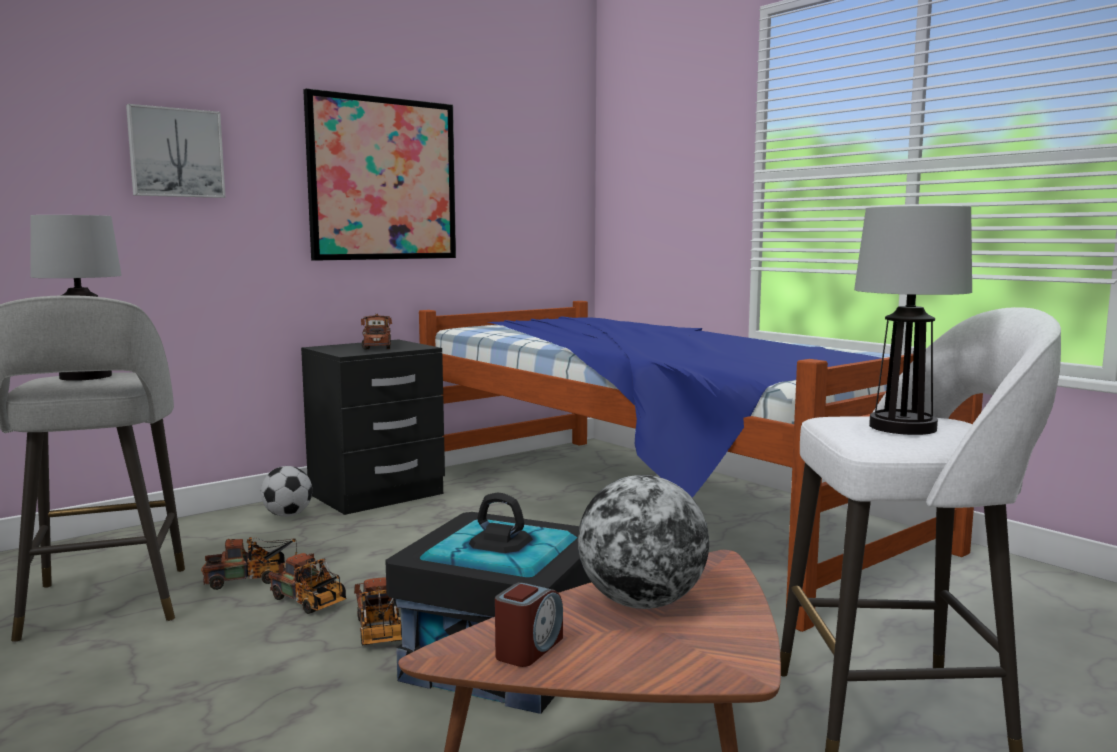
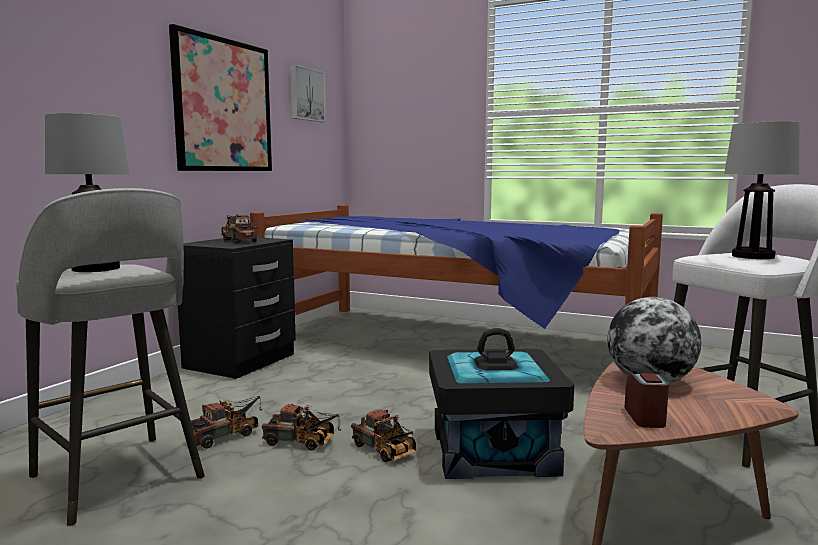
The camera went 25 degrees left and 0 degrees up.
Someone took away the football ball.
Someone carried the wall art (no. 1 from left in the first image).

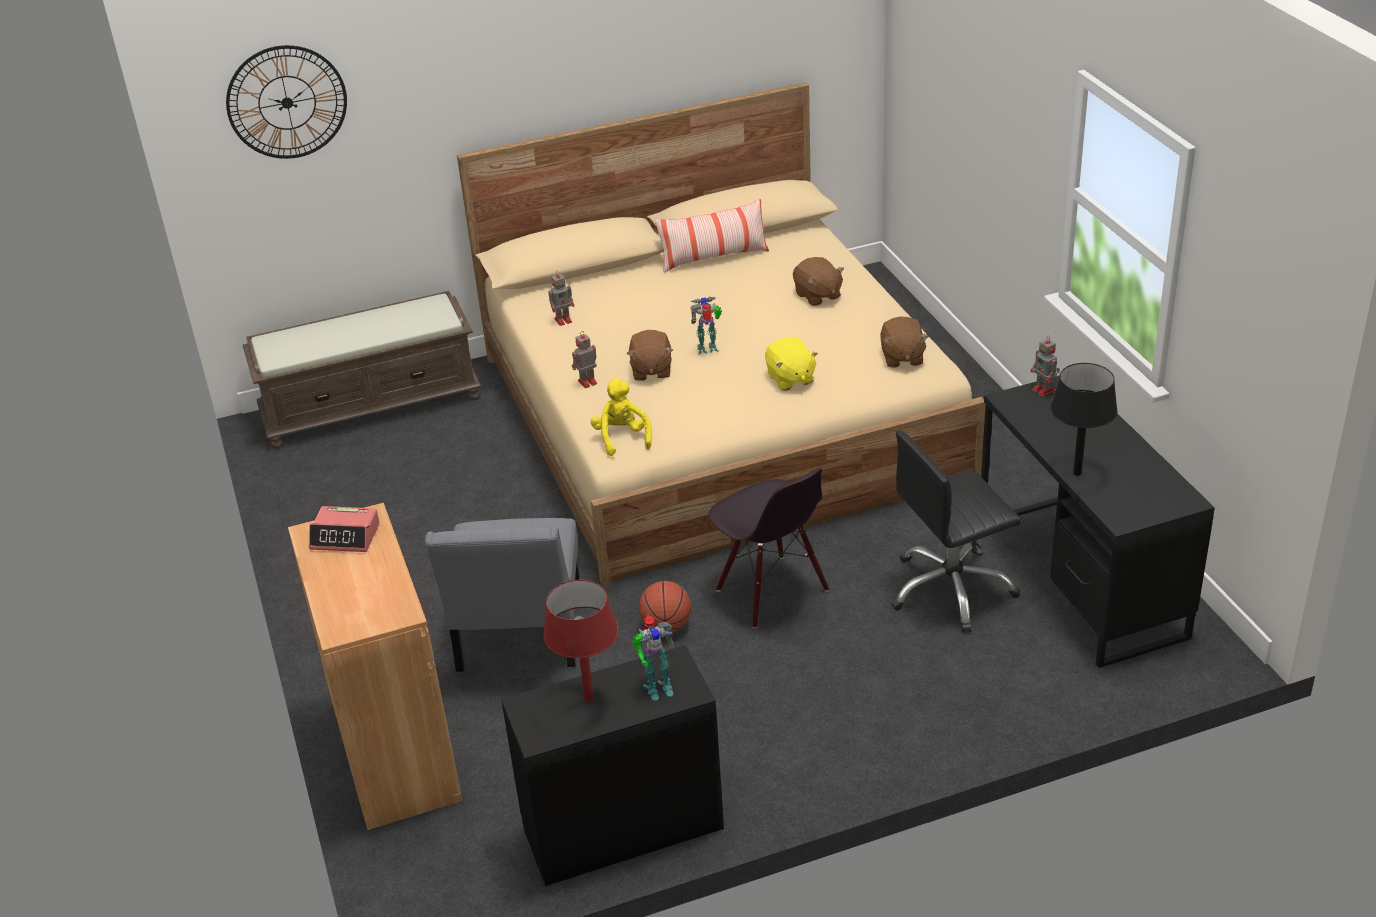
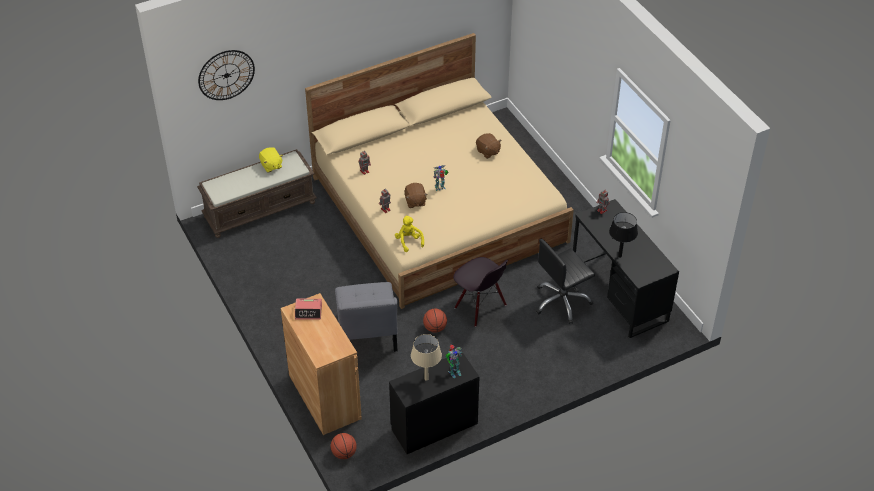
The camera went 10 degrees left and 10 degrees up.
Someone took away the cushion.
Someone took away the brownish soft toy (no. 3 from left).
Someone put down the basketball ball (no. 1 from left).
Someone carried the yellow-coloured soft toy (no. 2 from left in the first image).
Someone repainted the reddish lamp for a table, which became the beige-coloured lamp for a table.

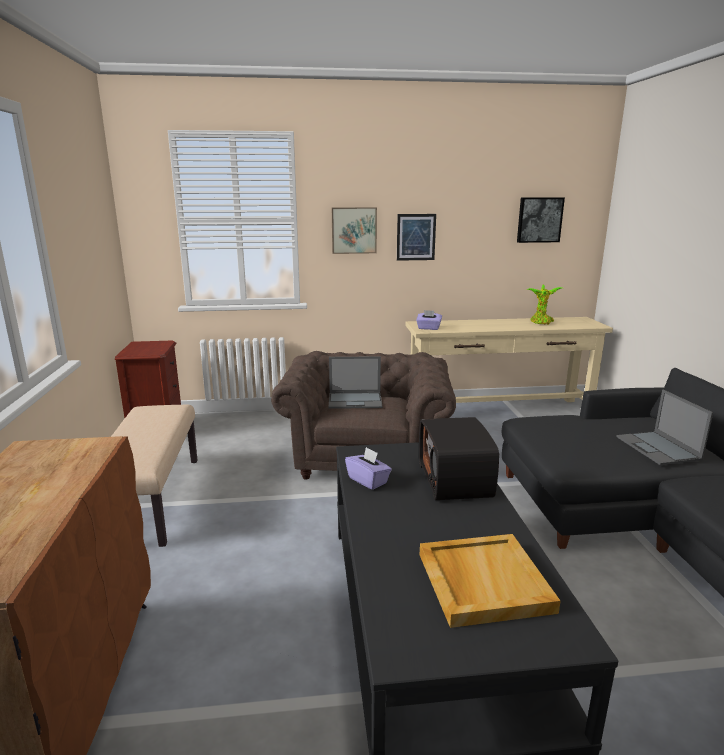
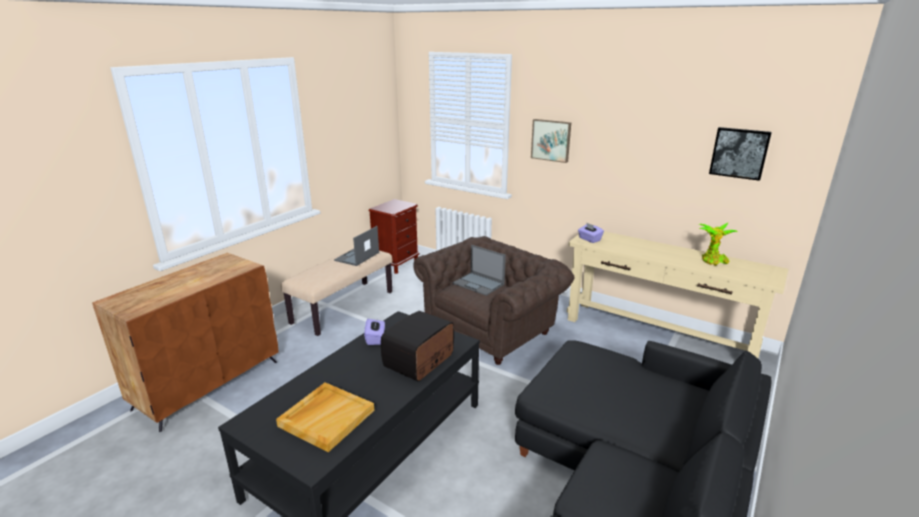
The camera went 40 degrees right and 5 degrees up.
Someone took away the wall art (no. 2 from left).
Someone carried the notebook computer (no. 2 from left in the first image).

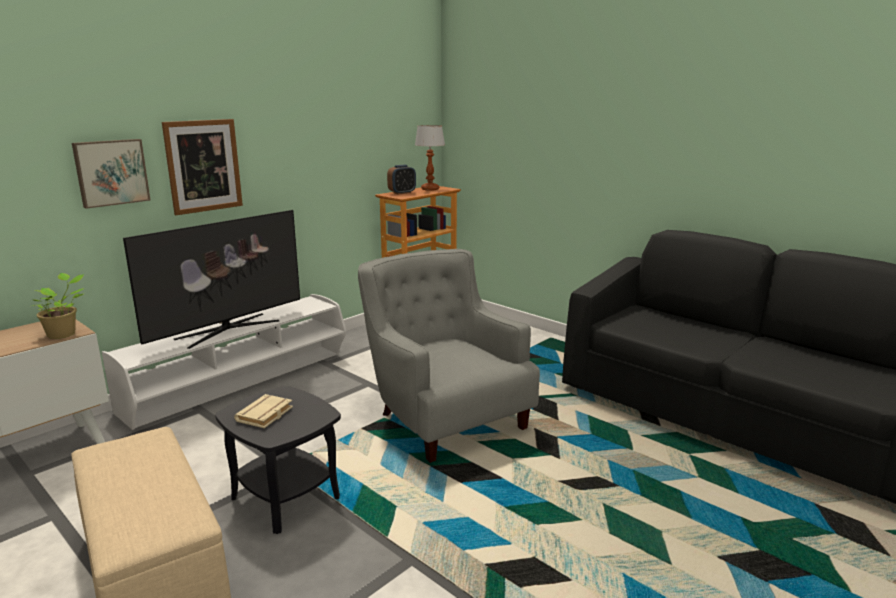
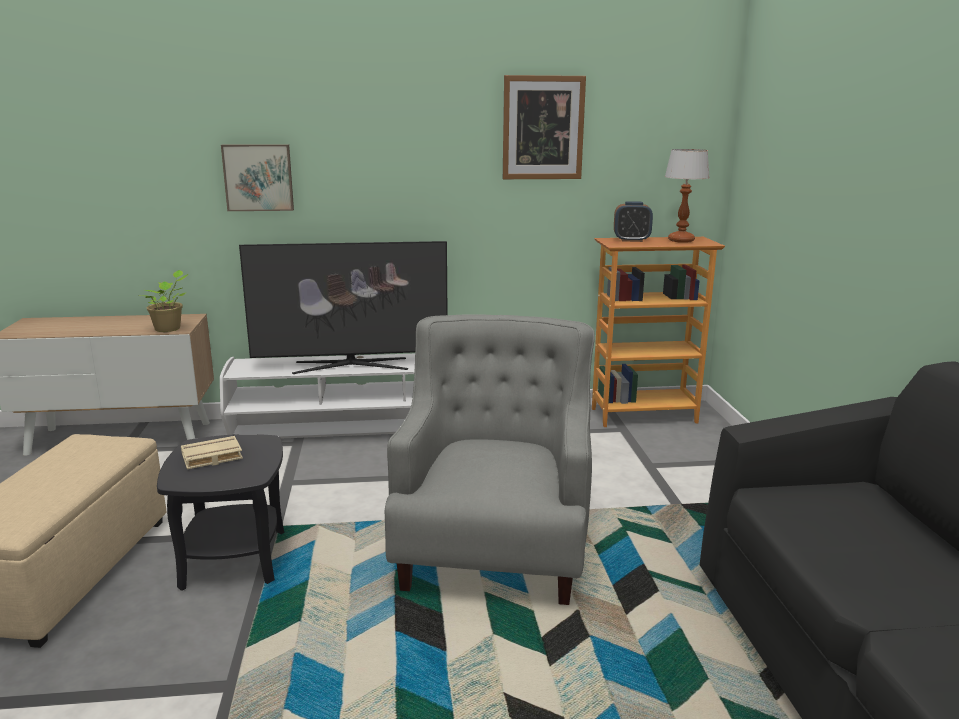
The camera went 40 degrees right and 0 degrees up.
Someone carried the wall art (no. 2 from left).

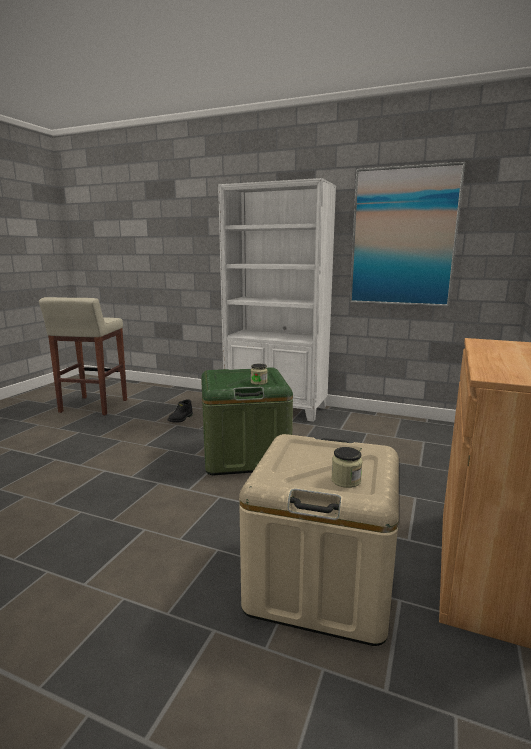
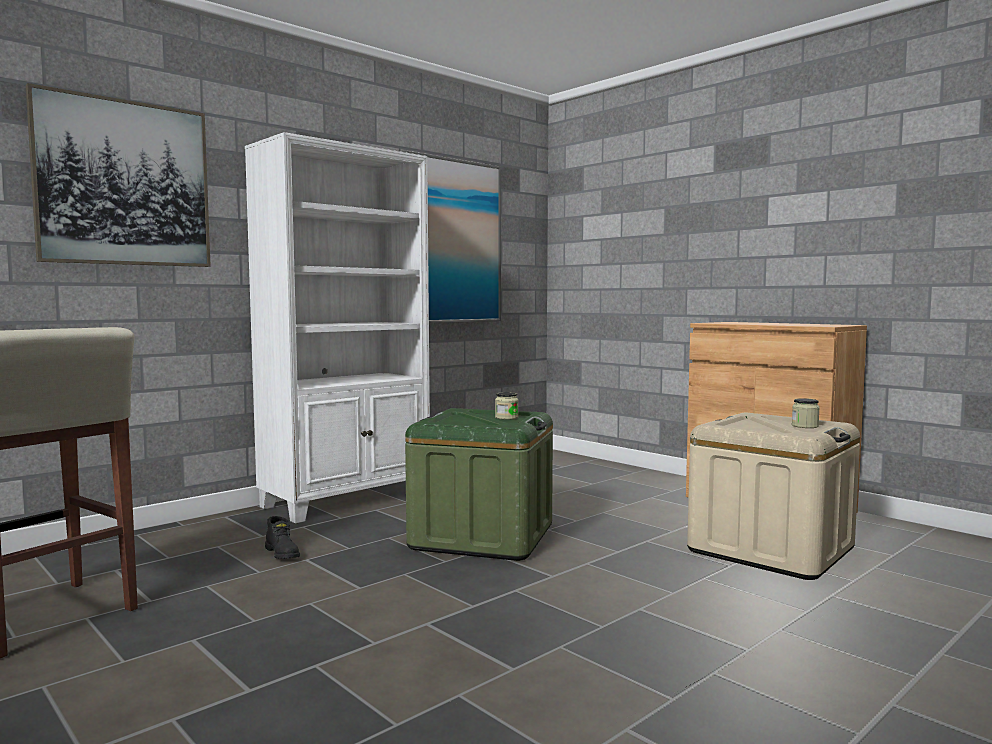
The camera went 65 degrees left and 10 degrees down.
Someone put up the wall art (no. 1 from left).

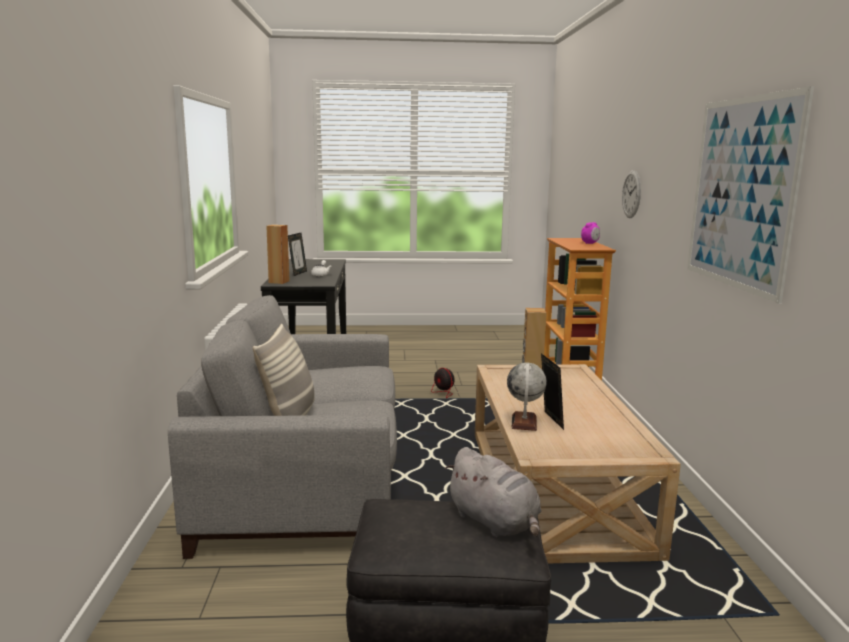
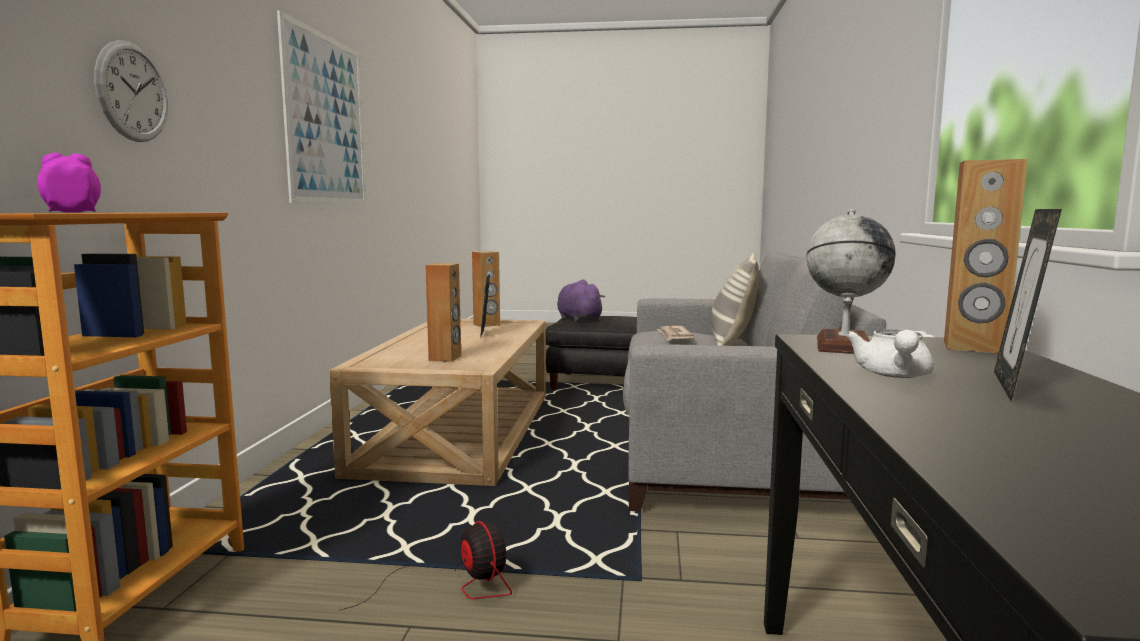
The camera went 170 degrees left and 5 degrees down.
Someone put down the brownish loudspeaker (no. 2 from left).
Someone put down the printed paper.
Someone carried the desk globe.
Someone repainted the grey soft toy, which became the purplish soft toy.

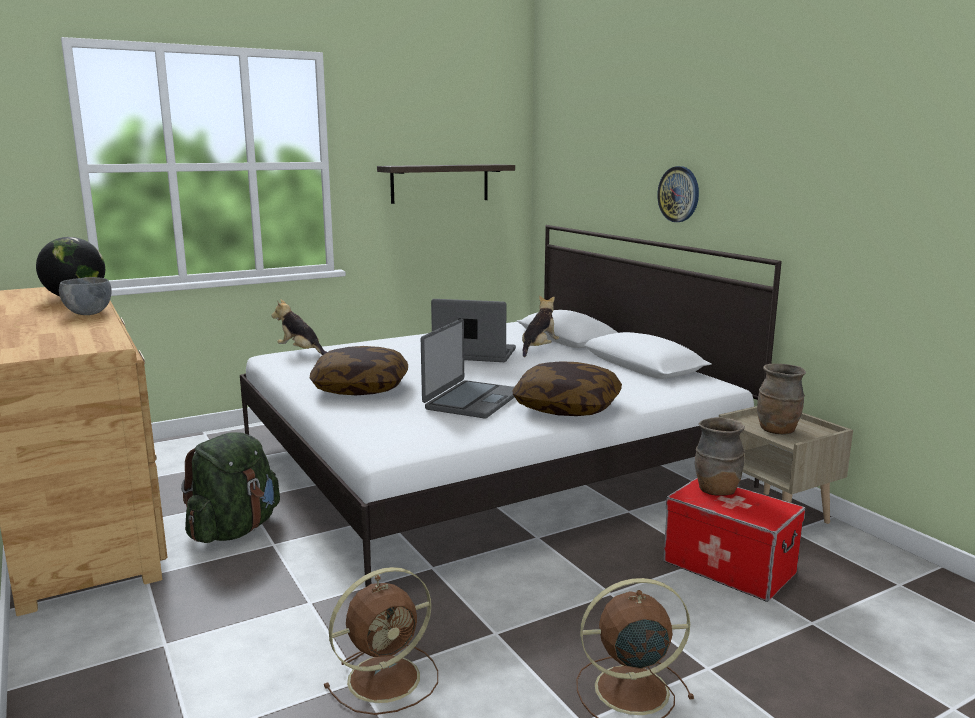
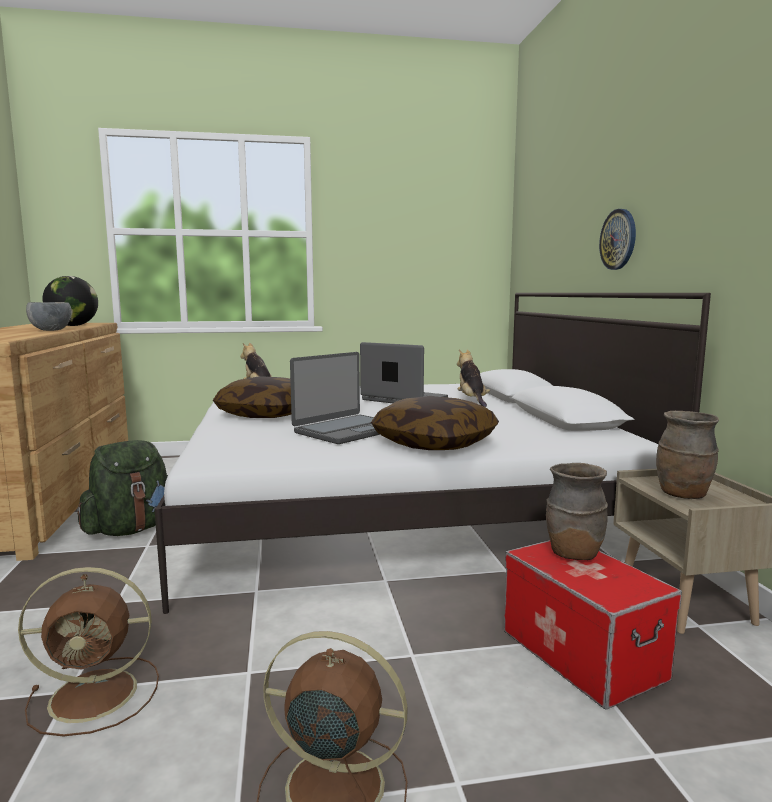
The camera went 20 degrees right and 5 degrees down.
Someone took away the bracket shelf.
Someone rotated the soft toy (no. 2 from left) by 60 degrees counterclockwise.

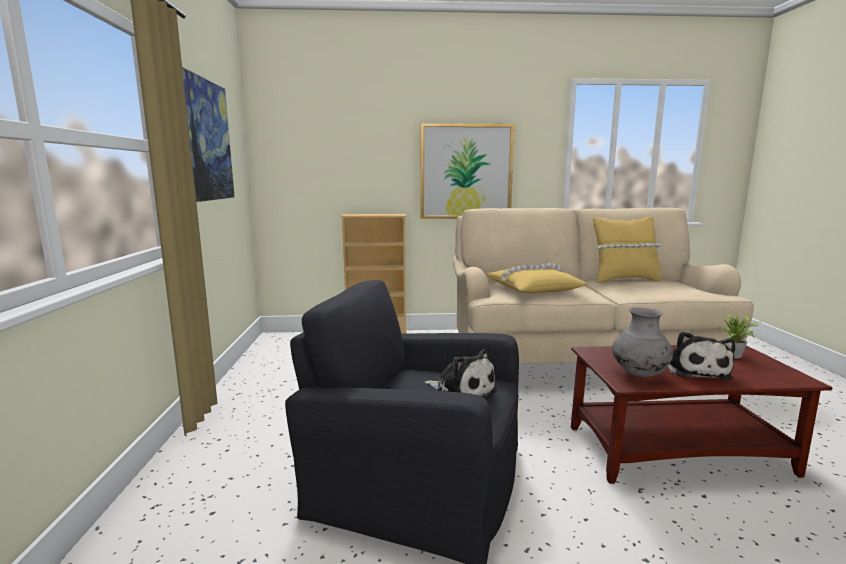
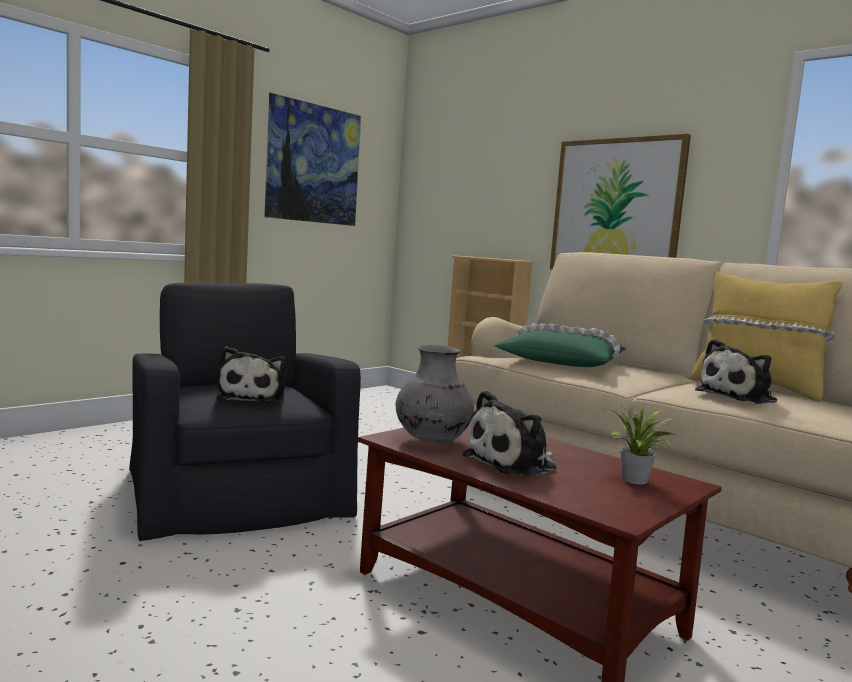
The camera went 45 degrees right and 5 degrees down.
Someone put down the soft toy (no. 3 from left).
Someone repainted the yellow-coloured cushion (no. 1 from left), which became the green-coloured cushion.

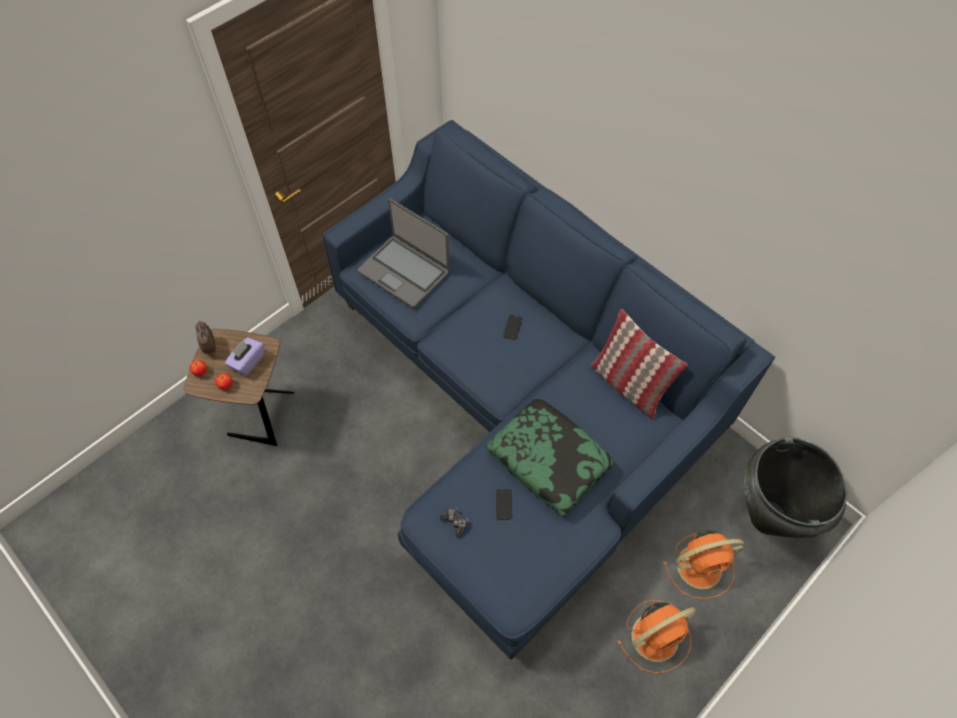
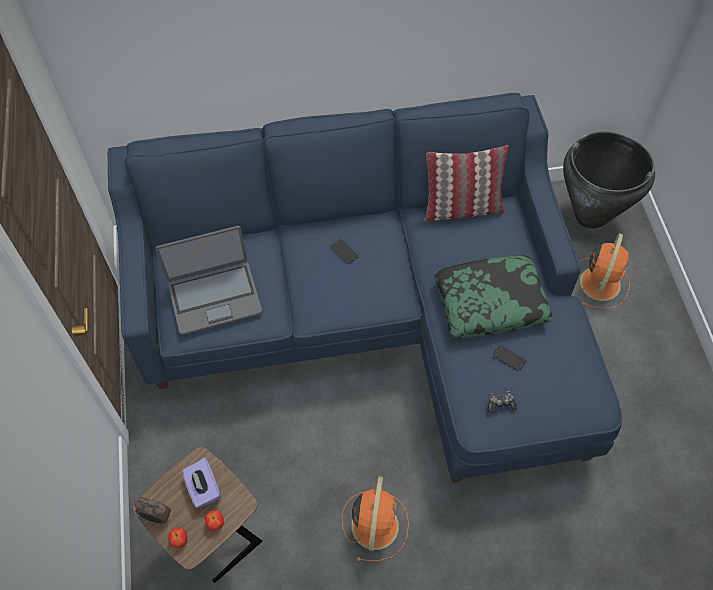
The camera went 55 degrees left and 0 degrees up.
Someone carried the orange-coloured fan (no. 1 from left).

